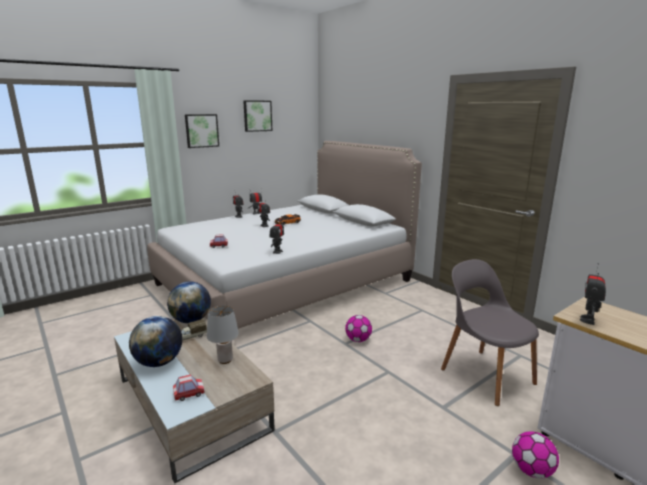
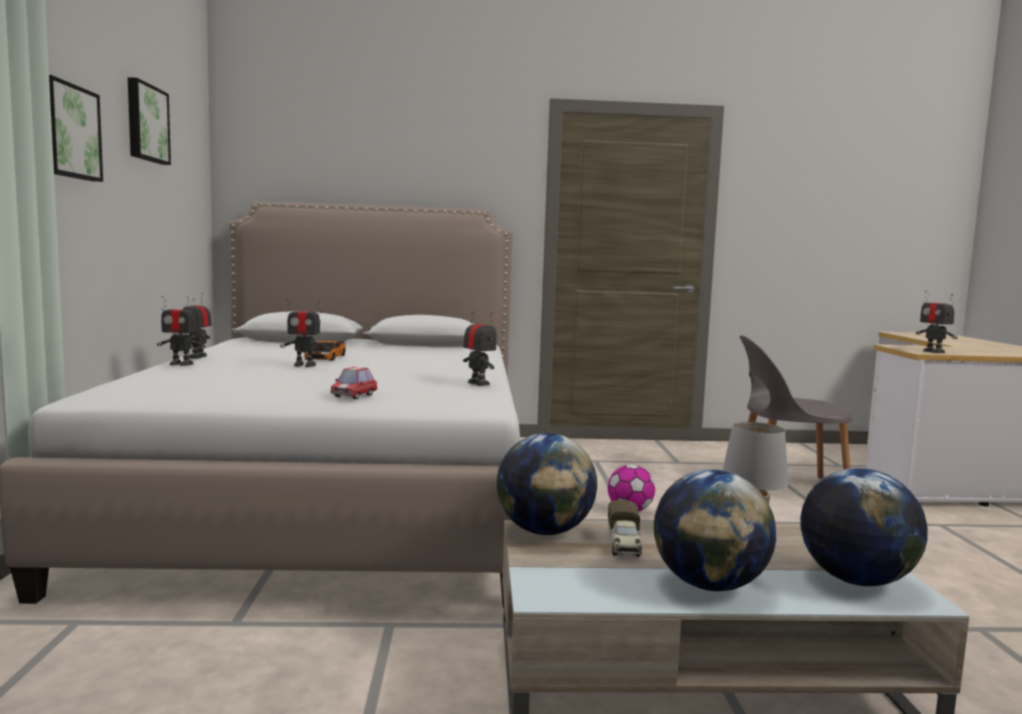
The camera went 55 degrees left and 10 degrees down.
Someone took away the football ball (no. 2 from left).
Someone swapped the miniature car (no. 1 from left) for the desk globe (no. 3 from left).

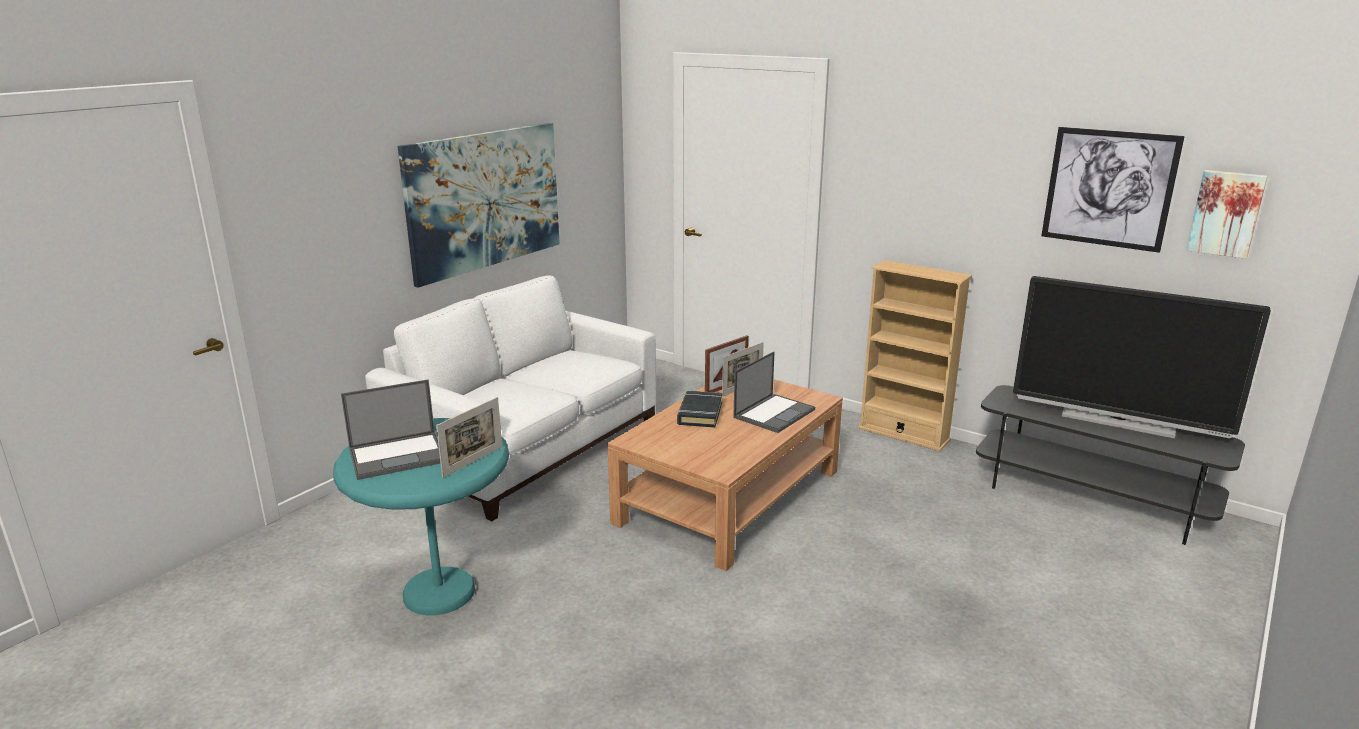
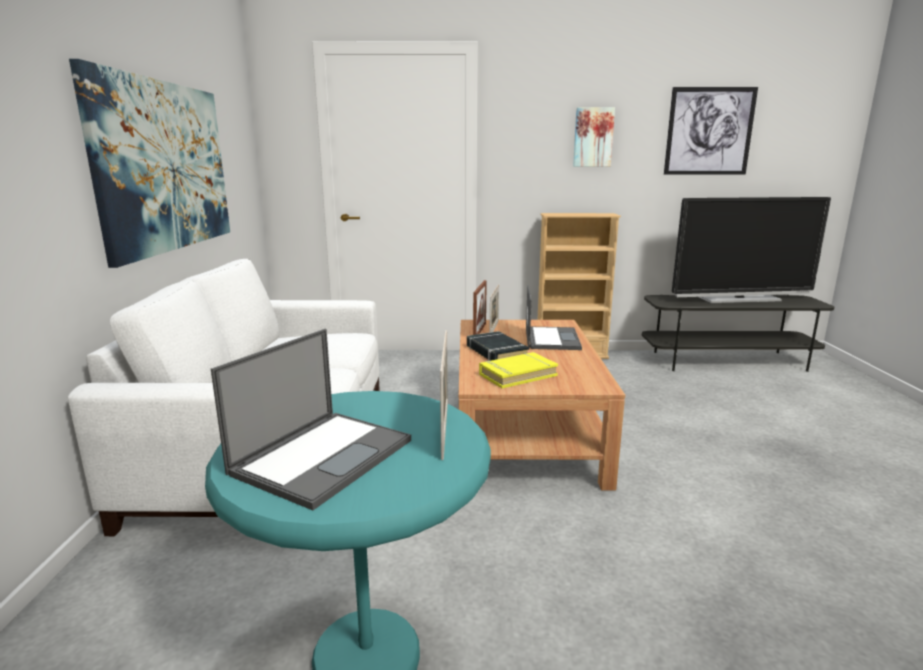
The camera went 35 degrees left and 5 degrees down.
Someone put down the yellow-coloured bound book.
Someone carried the wall art (no. 3 from left in the first image).

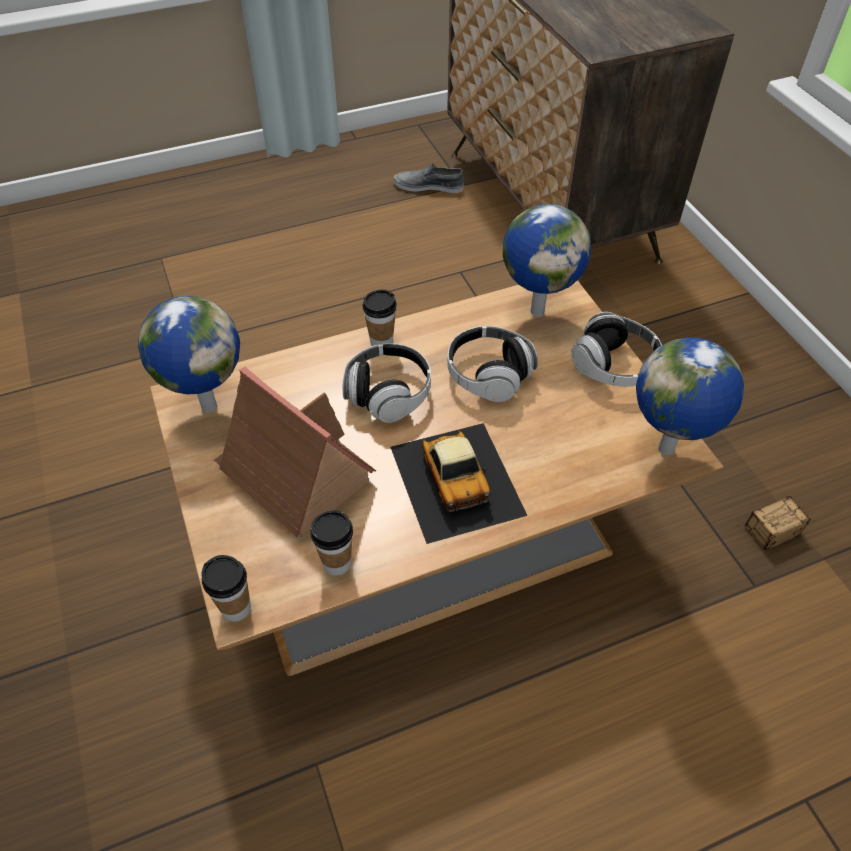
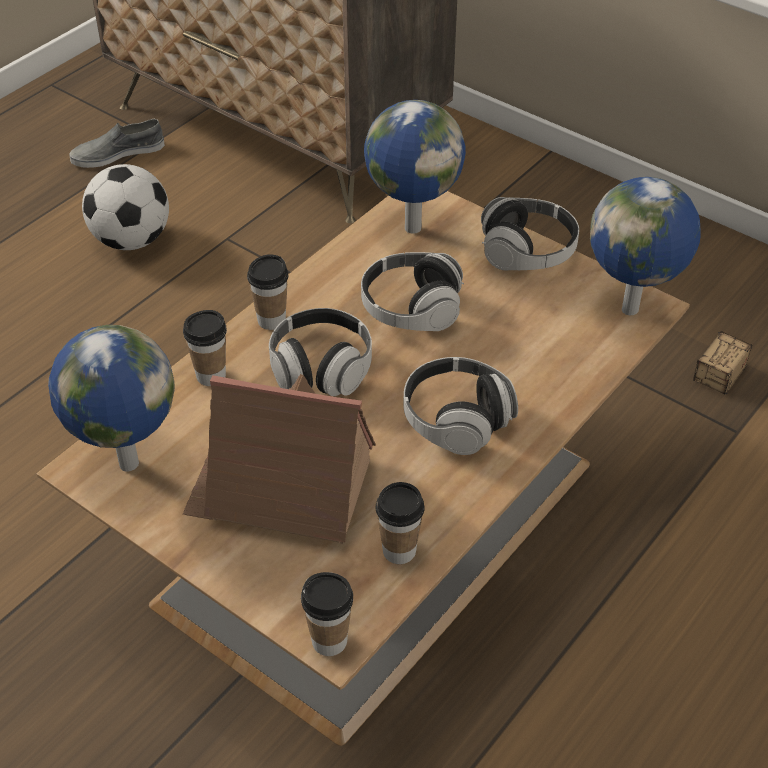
The camera went 30 degrees left and 5 degrees down.
Someone put down the football ball.
Someone put down the cup (no. 1 from left).
Someone swapped the miniature car for the headset (no. 3 from left).

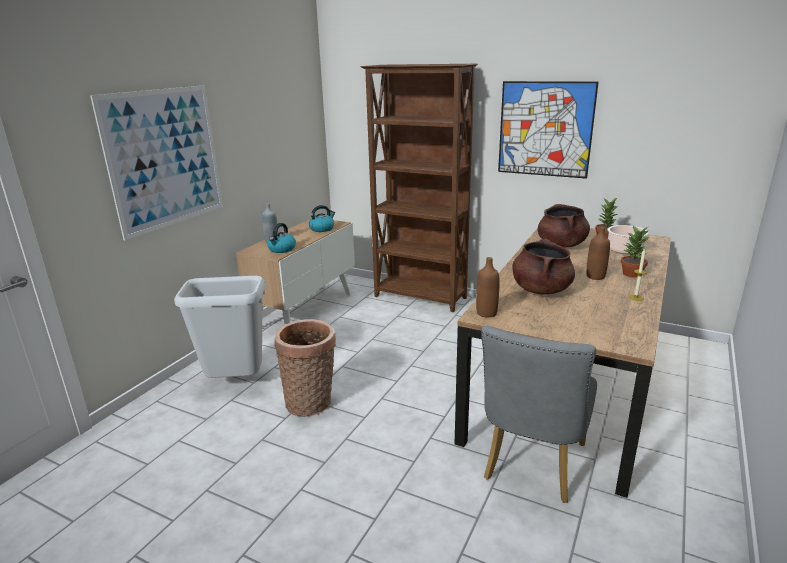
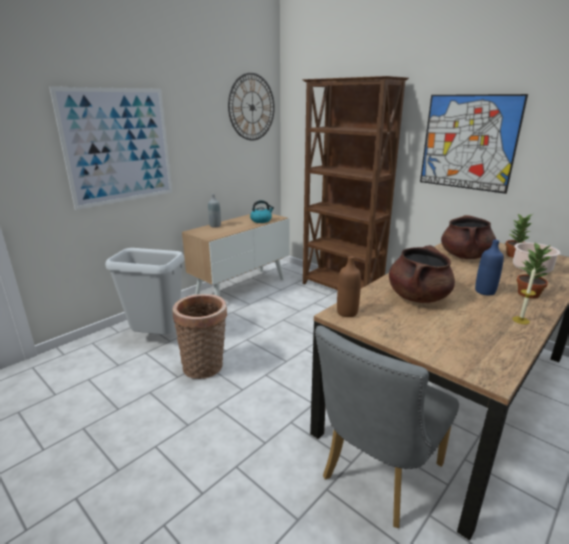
The camera went 15 degrees right and 0 degrees up.
Someone took away the water kettle (no. 1 from left).
Someone put up the clock on the wall.
Someone repainted the brownish bottle (no. 2 from left), which became the blue bottle.

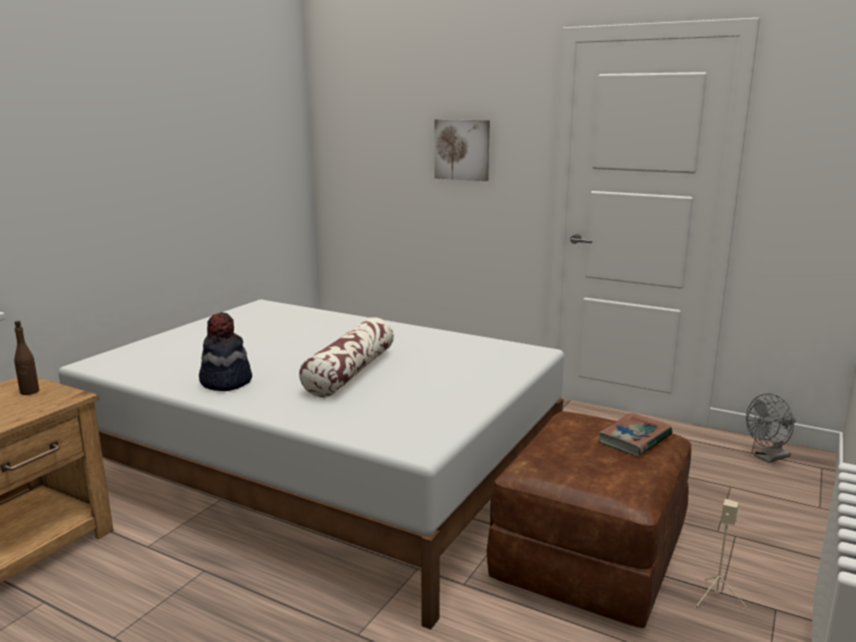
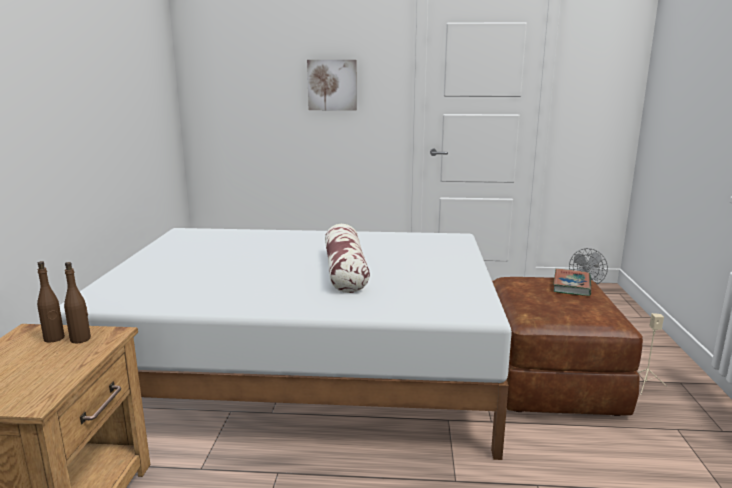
The camera went 25 degrees left and 0 degrees up.
Someone took away the hat.
Someone put down the brownish bottle (no. 2 from left).

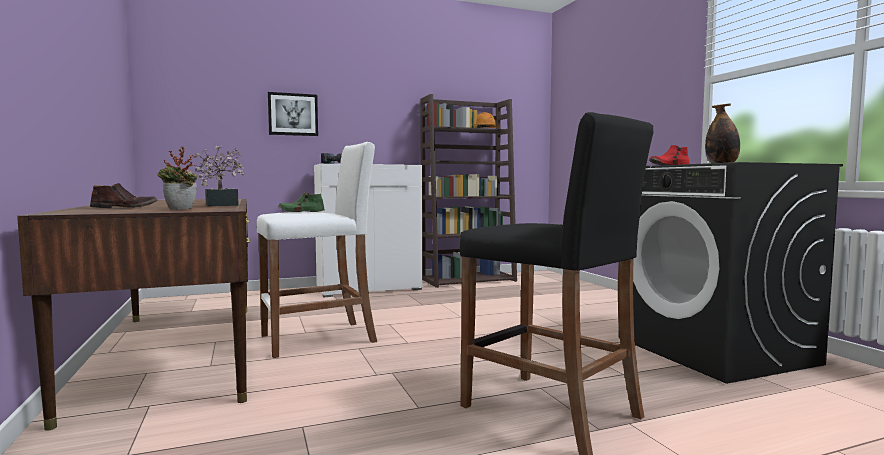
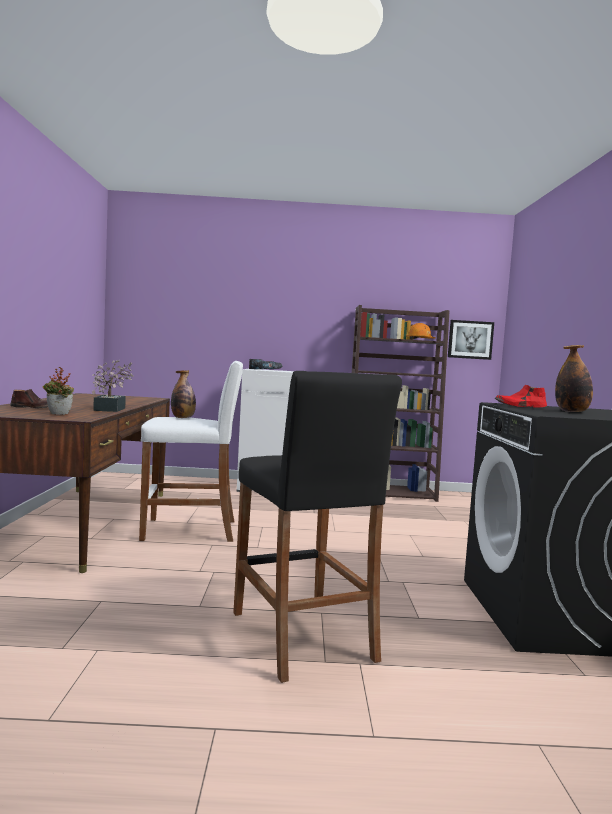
The camera went 20 degrees right and 0 degrees up.
Someone carried the wall art.
Someone swapped the green-coloured low shoe for the bottle (no. 1 from left).

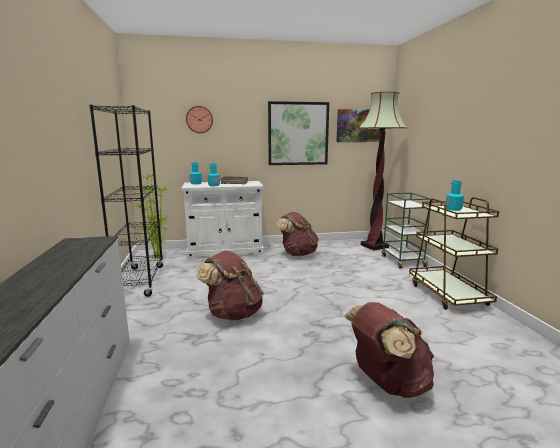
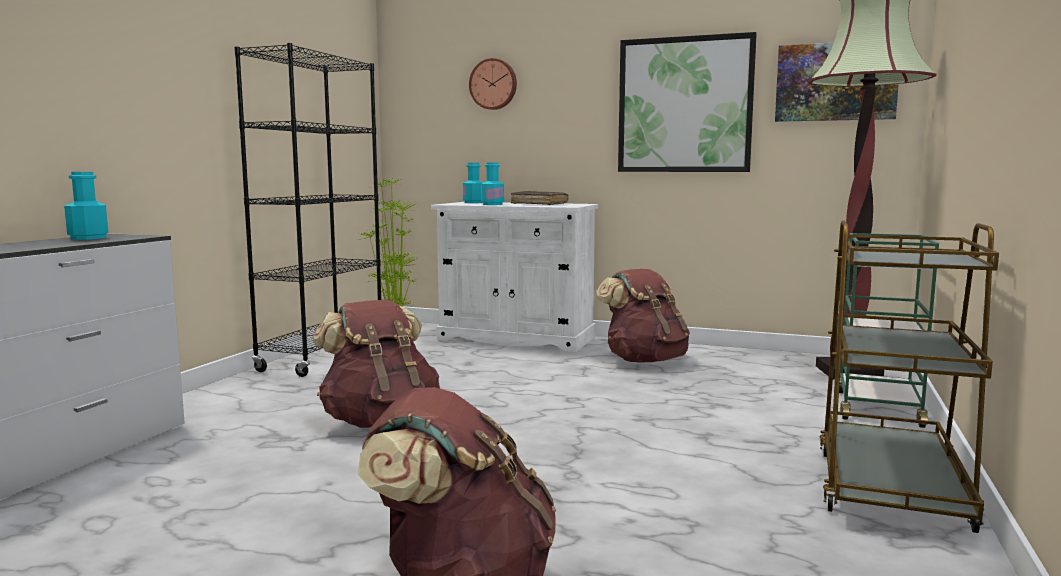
The camera went 30 degrees right and 5 degrees down.
Someone carried the turquoise-coloured bottle (no. 3 from left in the first image).

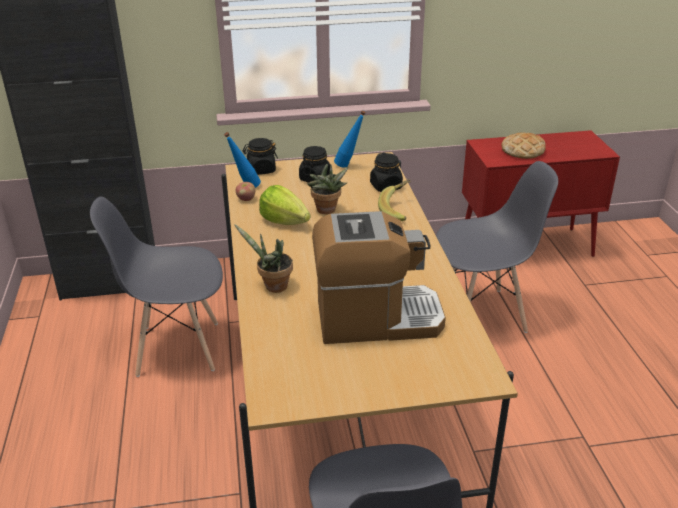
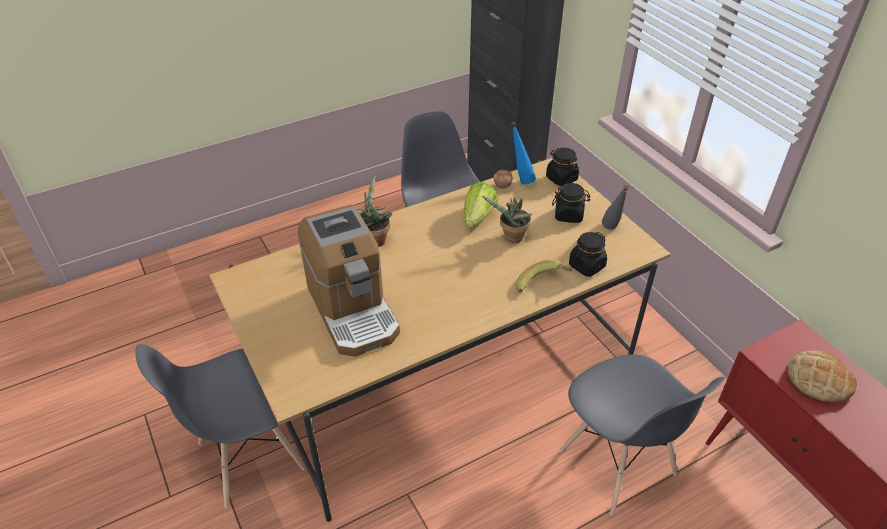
The camera went 70 degrees right and 10 degrees up.
Someone repainted the blue bottle (no. 2 from left), which became the grey bottle.

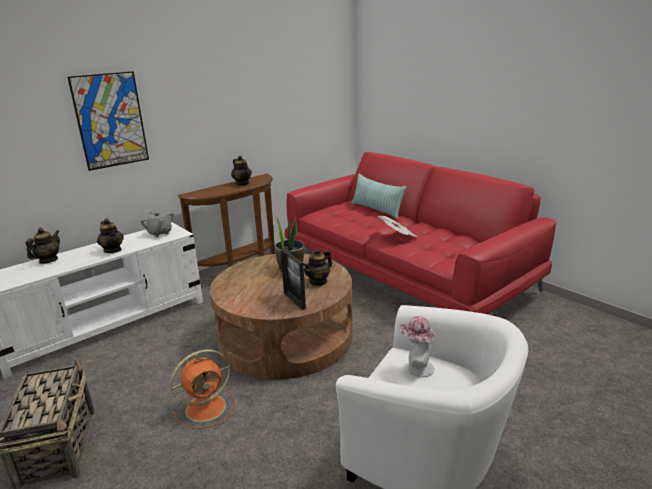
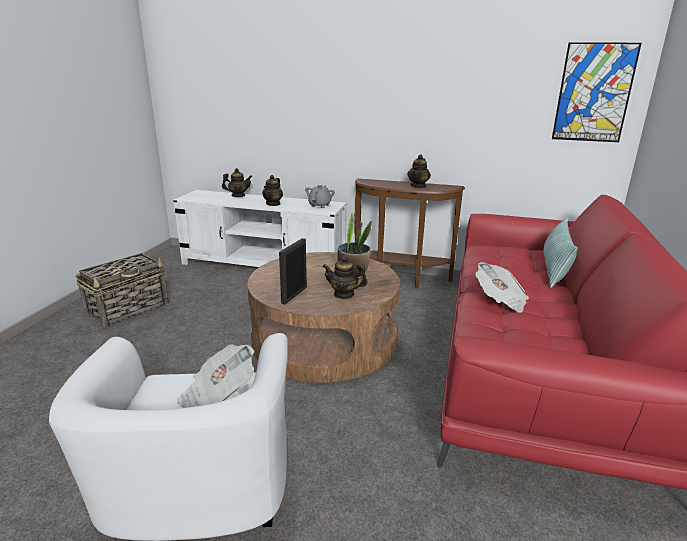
The camera went 55 degrees right and 0 degrees up.
Someone took away the orange-coloured fan.
Someone carried the wall art.
Someone swapped the hat for the printed paper (no. 1 from left).

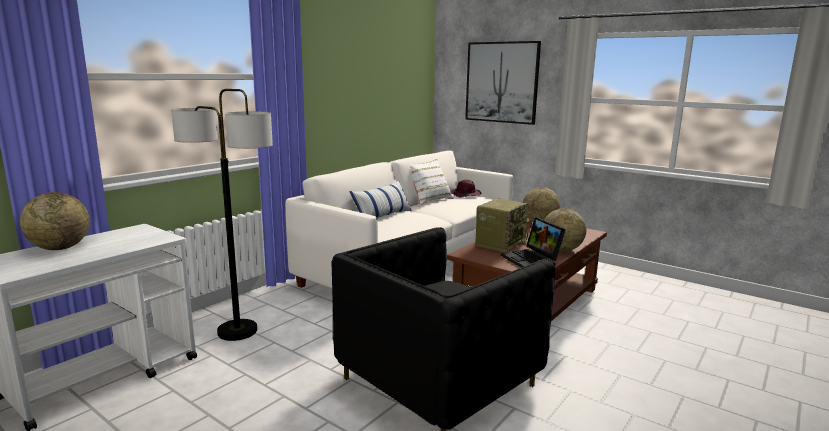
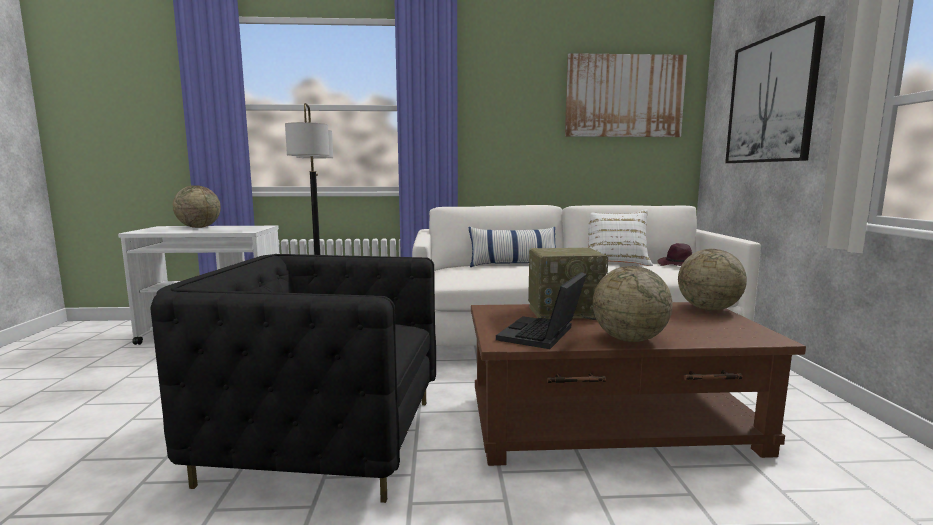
The camera went 50 degrees right and 5 degrees down.
Someone put up the wall art (no. 1 from left).

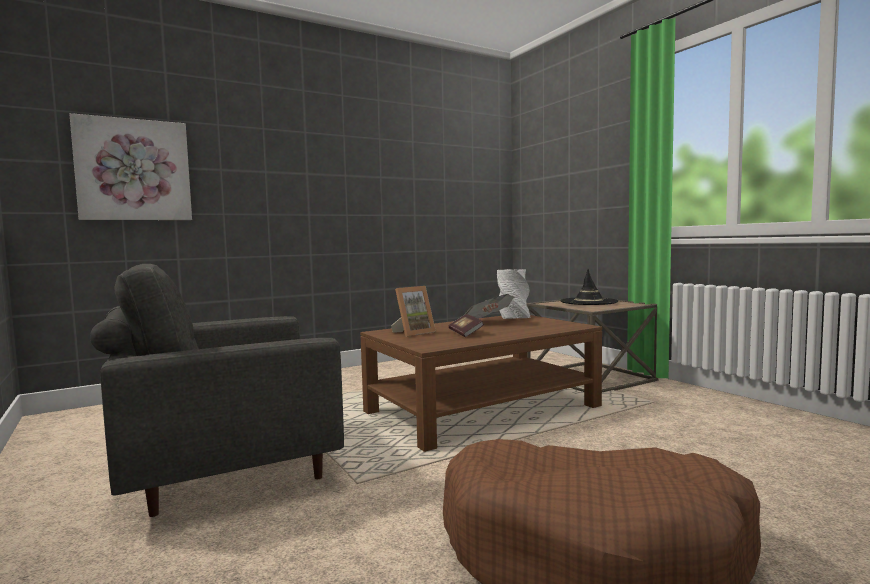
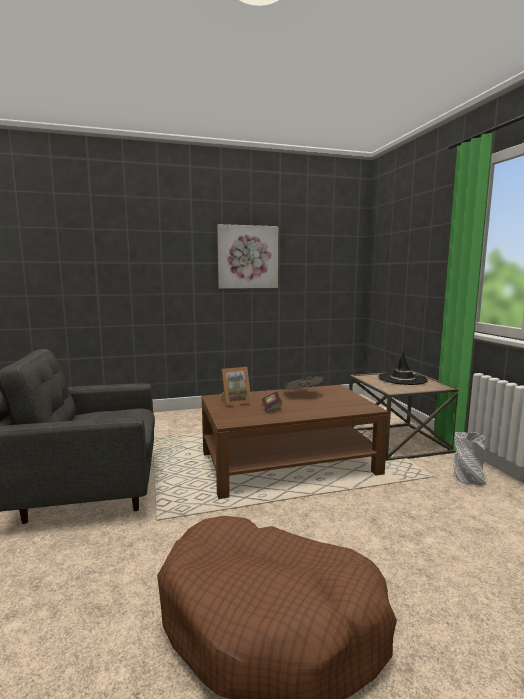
The camera went 15 degrees right and 5 degrees up.
Someone carried the wall art.
Someone carried the grey vase.

